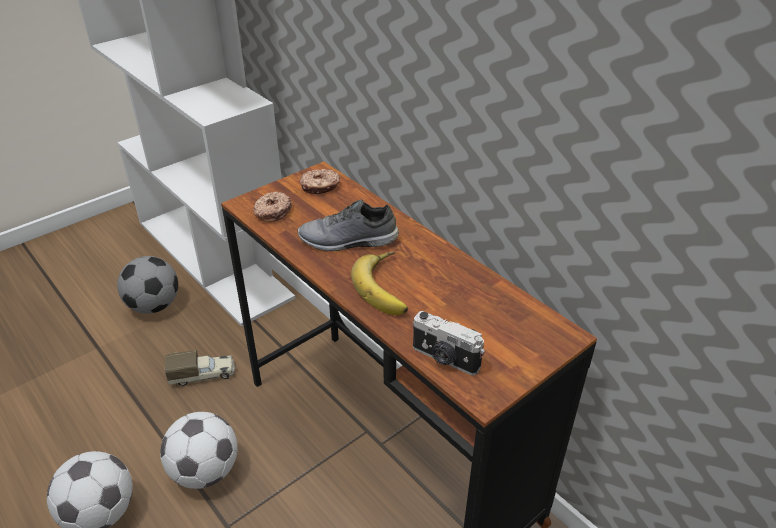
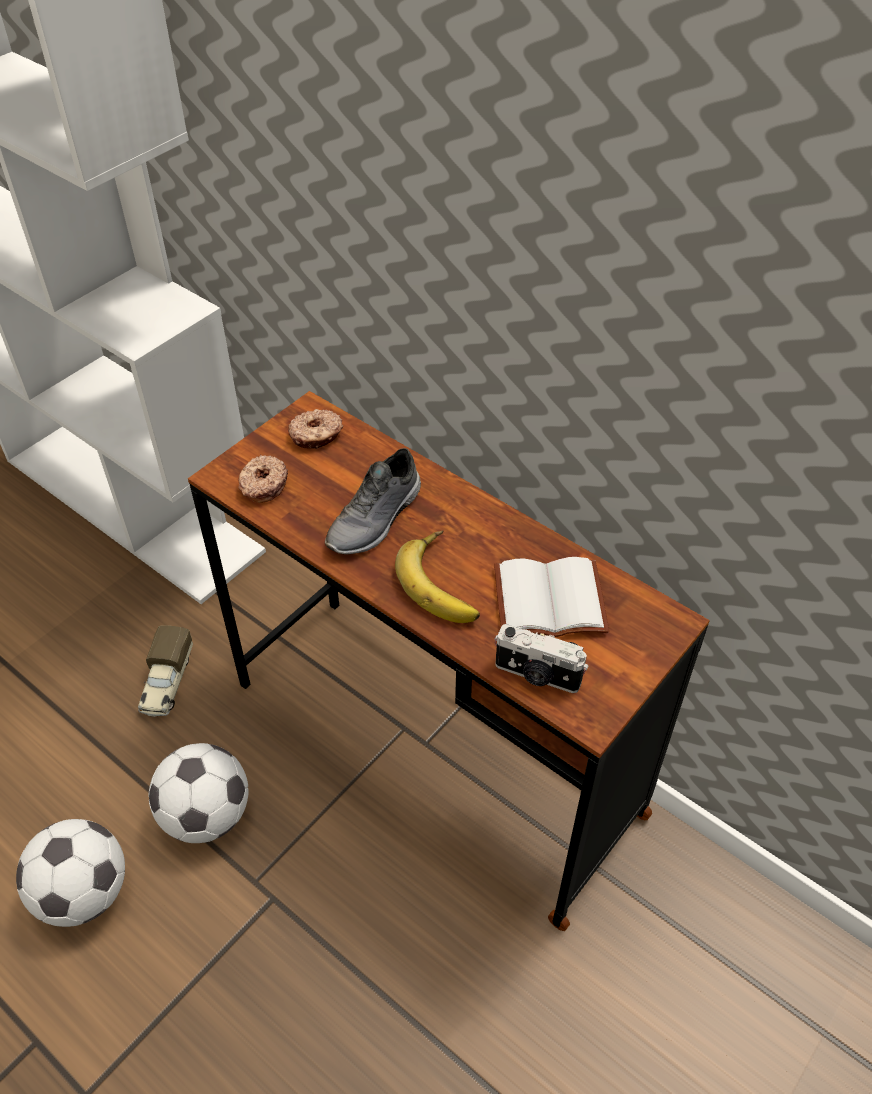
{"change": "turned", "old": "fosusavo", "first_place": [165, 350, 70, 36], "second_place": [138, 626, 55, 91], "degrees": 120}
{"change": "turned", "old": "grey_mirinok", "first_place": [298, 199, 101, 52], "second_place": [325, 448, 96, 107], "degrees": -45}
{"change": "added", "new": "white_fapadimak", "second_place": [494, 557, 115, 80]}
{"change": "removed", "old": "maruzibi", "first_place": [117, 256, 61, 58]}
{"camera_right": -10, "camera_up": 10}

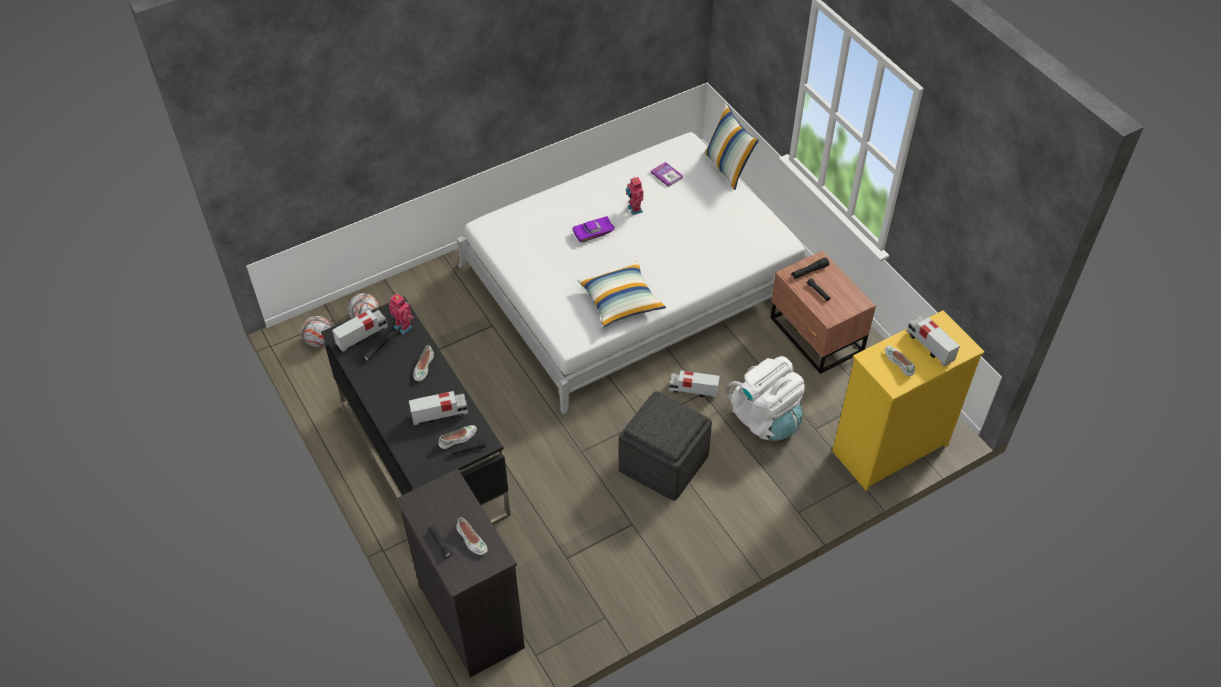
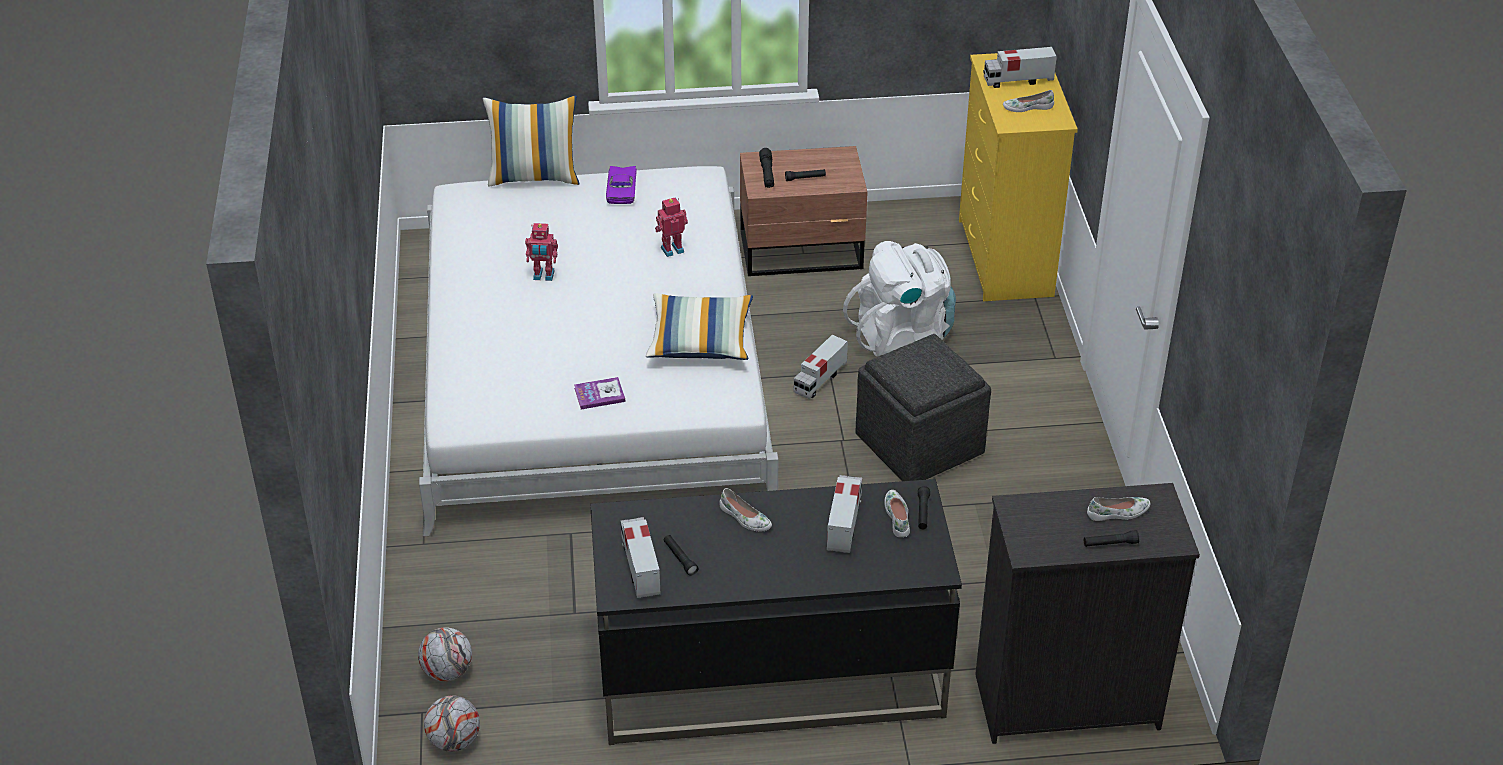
{"change": "moved", "old": "fapadimak", "first_place": [651, 162, 32, 25], "second_place": [574, 377, 51, 32]}
{"change": "moved", "old": "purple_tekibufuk", "first_place": [573, 216, 42, 26], "second_place": [606, 166, 31, 38]}
{"change": "moved", "old": "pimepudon", "first_place": [389, 293, 25, 42], "second_place": [655, 197, 33, 60]}
{"camera_right": -65, "camera_up": -10}

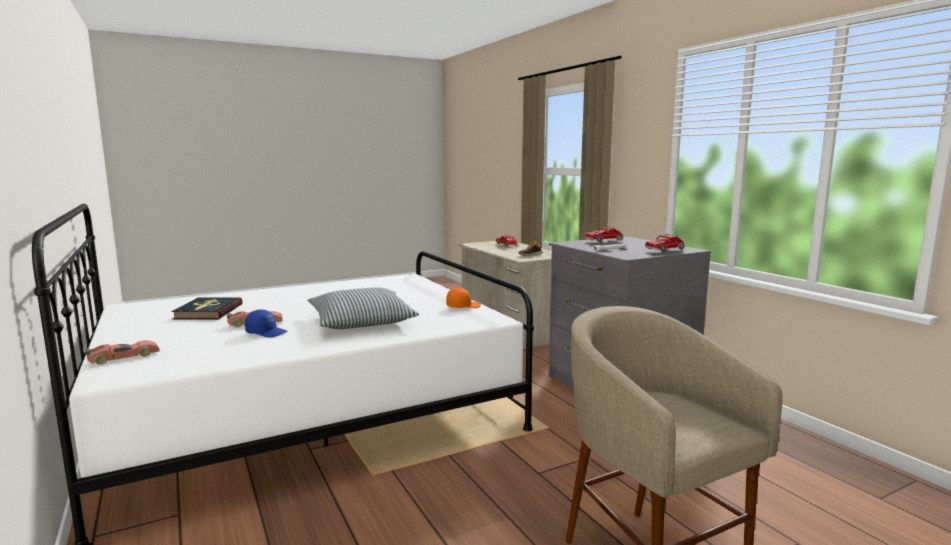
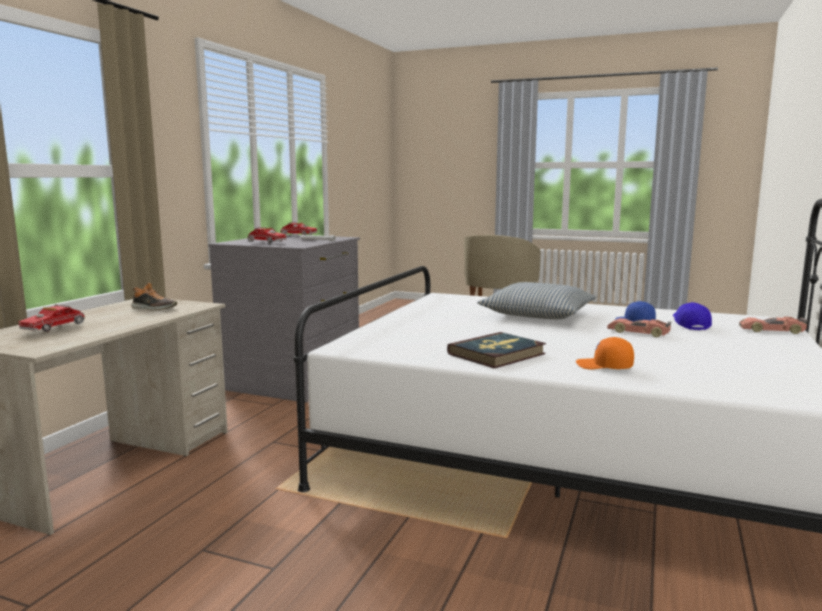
{"change": "moved", "old": "fapadimak", "first_place": [171, 298, 71, 22], "second_place": [447, 332, 99, 36]}
{"change": "moved", "old": "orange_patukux", "first_place": [446, 287, 35, 21], "second_place": [576, 337, 58, 32]}
{"change": "added", "new": "blue_patukux", "second_place": [673, 302, 39, 28]}
{"camera_right": -130, "camera_up": 0}

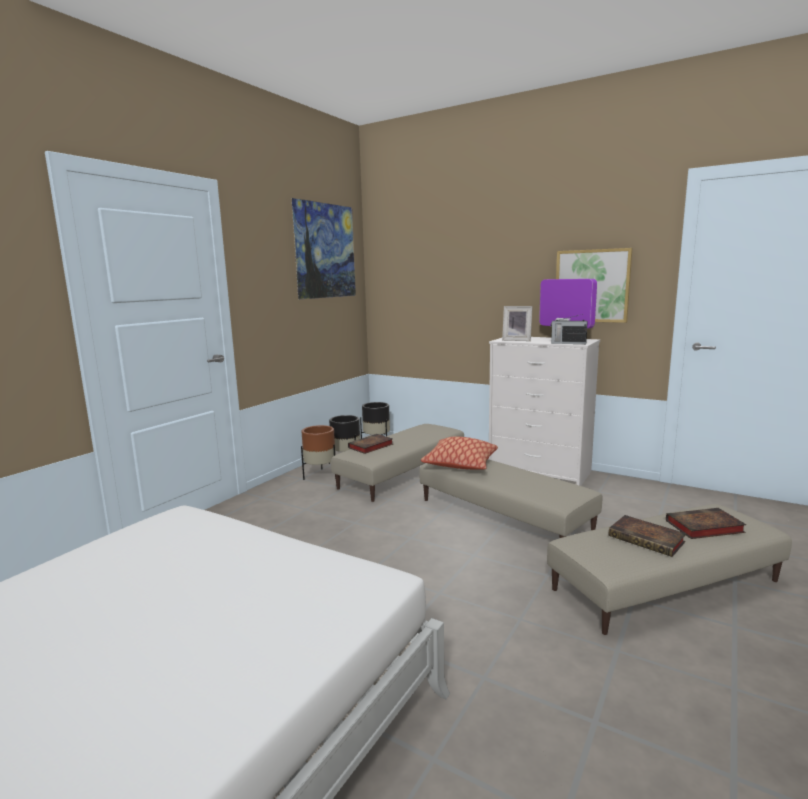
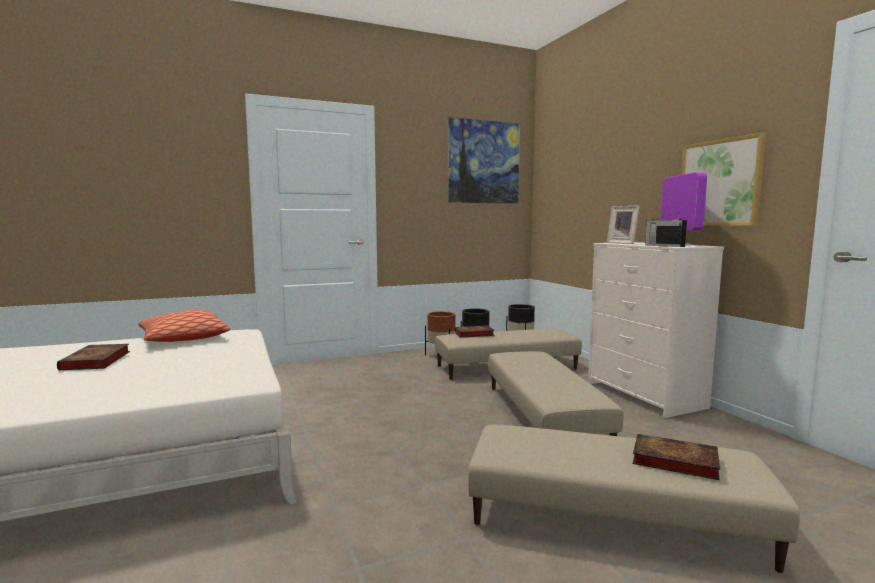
{"change": "moved", "old": "fapadimak", "first_place": [609, 515, 78, 42], "second_place": [57, 344, 73, 26]}
{"change": "moved", "old": "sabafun", "first_place": [421, 437, 77, 33], "second_place": [138, 309, 92, 33]}
{"camera_right": 35, "camera_up": -5}

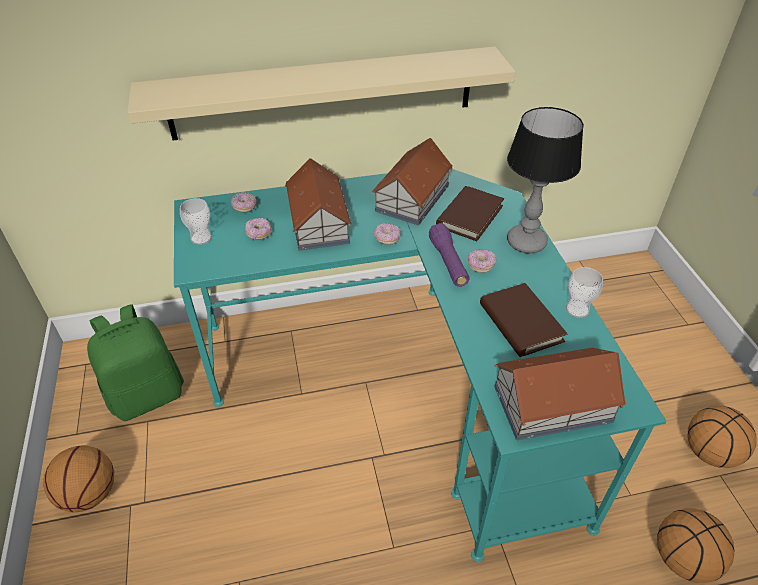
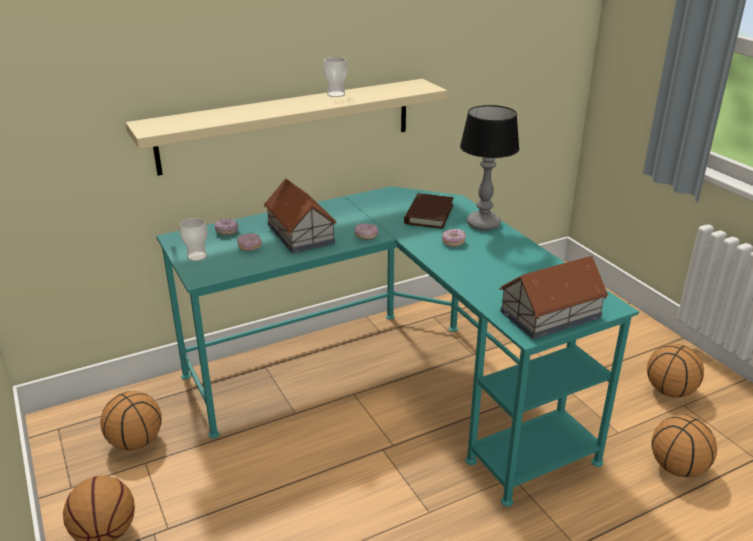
{"change": "replaced", "old": "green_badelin", "new": "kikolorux", "first_place": [87, 304, 97, 117], "second_place": [100, 391, 62, 59]}
{"change": "moved", "old": "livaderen", "first_place": [566, 267, 37, 51], "second_place": [323, 57, 25, 40]}
{"change": "removed", "old": "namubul", "first_place": [372, 138, 81, 87]}
{"change": "removed", "old": "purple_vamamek", "first_place": [429, 223, 40, 64]}
{"change": "removed", "old": "brown_fapadimak", "first_place": [480, 283, 87, 74]}
{"camera_right": -15, "camera_up": -15}

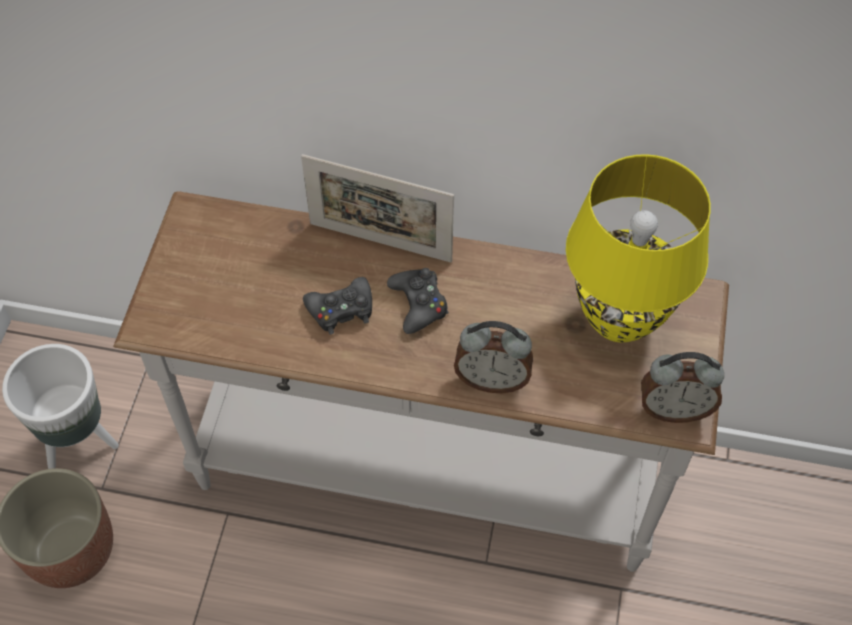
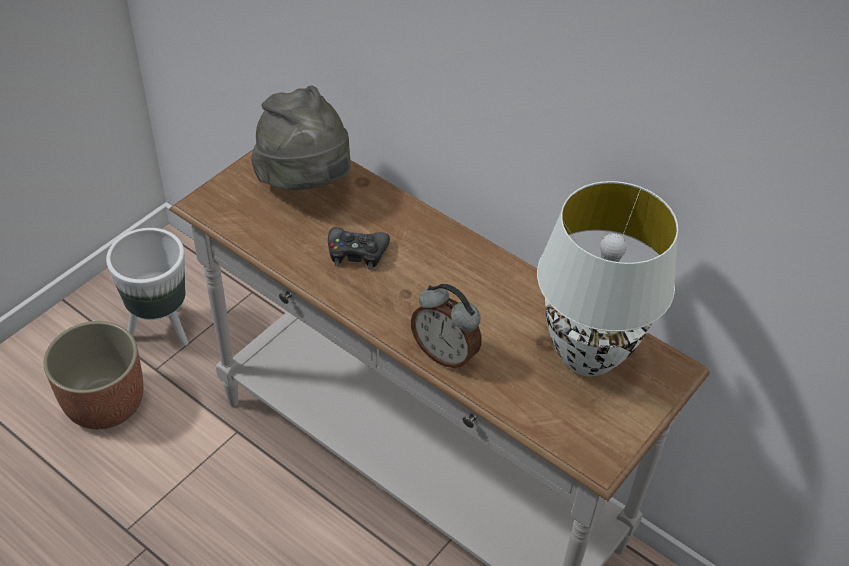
{"change": "added", "new": "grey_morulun", "second_place": [251, 85, 100, 105]}
{"change": "recoloured", "old": "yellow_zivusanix", "new": "white_zivusanix", "first_place": [566, 154, 145, 189], "second_place": [537, 181, 141, 195]}
{"change": "removed", "old": "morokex", "first_place": [301, 154, 153, 109]}
{"change": "removed", "old": "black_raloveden", "first_place": [387, 268, 62, 66]}
{"change": "removed", "old": "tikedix", "first_place": [641, 352, 83, 71]}
{"camera_right": 25, "camera_up": -10}

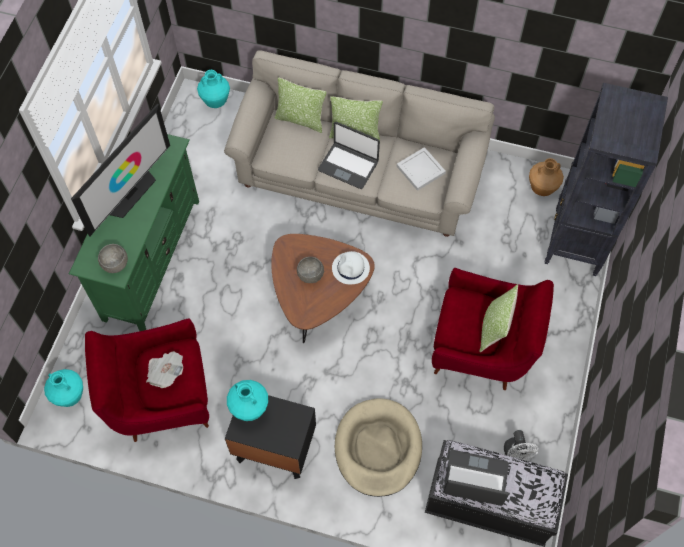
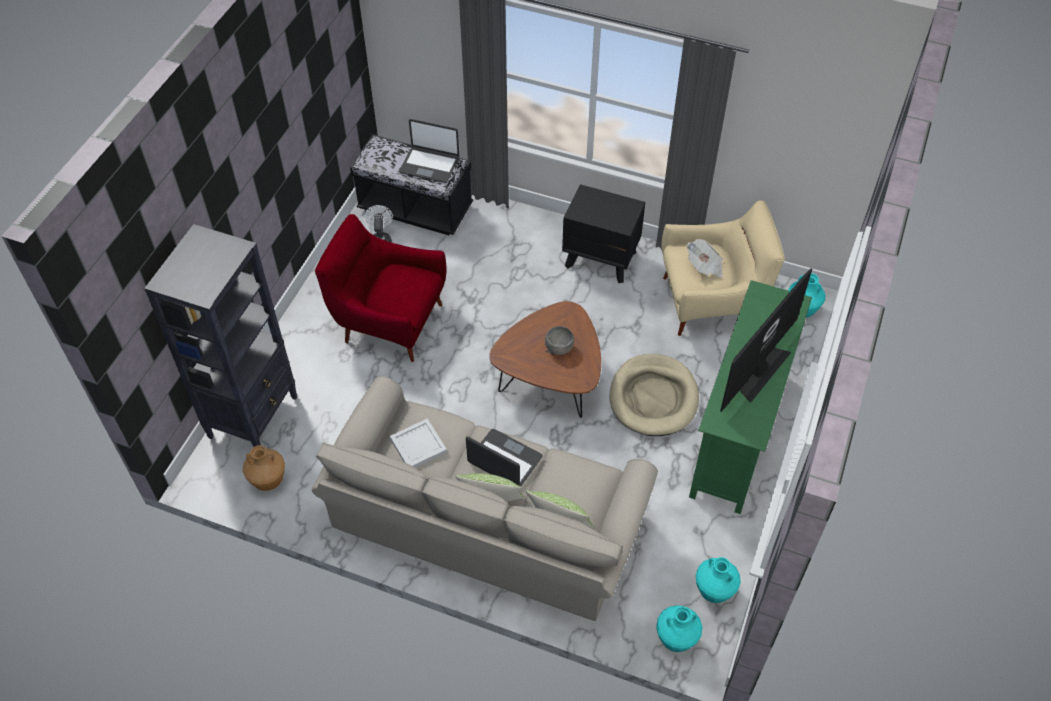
{"change": "moved", "old": "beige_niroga", "first_place": [335, 398, 87, 99], "second_place": [609, 354, 90, 82]}
{"change": "recoloured", "old": "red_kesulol", "new": "beige_kesulol", "first_place": [85, 319, 124, 123], "second_place": [662, 200, 123, 136]}
{"change": "moved", "old": "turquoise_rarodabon", "first_place": [227, 380, 41, 41], "second_place": [696, 557, 45, 46]}
{"change": "removed", "old": "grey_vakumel", "first_place": [98, 244, 30, 29]}
{"change": "removed", "old": "white_morulun", "first_place": [332, 251, 38, 33]}
{"change": "removed", "old": "sabafun", "first_place": [479, 284, 39, 68]}
{"camera_right": -175, "camera_up": -10}

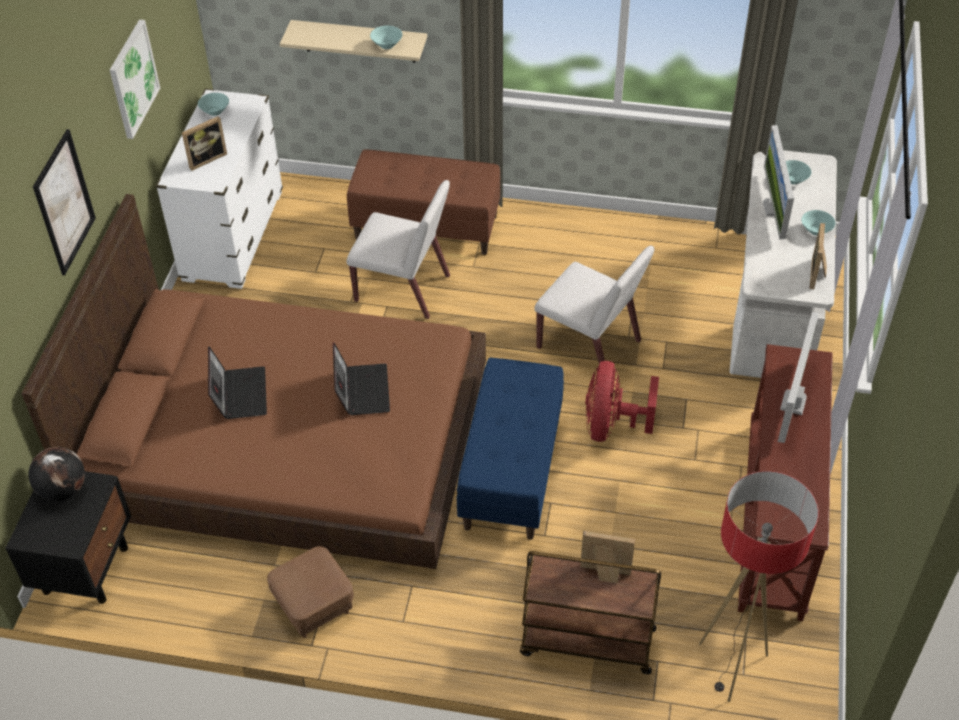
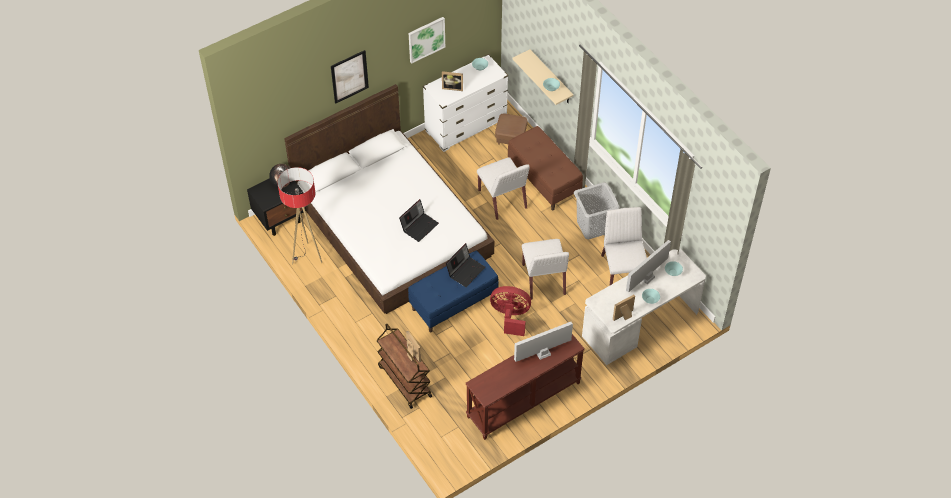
{"change": "moved", "old": "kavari", "first_place": [699, 471, 119, 231], "second_place": [278, 167, 44, 98]}
{"change": "recoloured", "old": "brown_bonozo", "new": "white_bonozo", "first_place": [22, 194, 464, 375], "second_place": [284, 84, 210, 230]}
{"change": "moved", "old": "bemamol", "first_place": [208, 346, 59, 73], "second_place": [446, 243, 39, 44]}
{"change": "turned", "old": "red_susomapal", "first_place": [585, 361, 74, 81], "second_place": [490, 286, 41, 50], "degrees": 45}
{"change": "moved", "old": "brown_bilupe", "first_place": [267, 546, 87, 92], "second_place": [495, 113, 32, 32]}
{"change": "added", "new": "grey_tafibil", "second_place": [574, 182, 45, 57]}
{"change": "added", "new": "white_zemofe", "second_place": [601, 207, 46, 79]}
{"camera_right": 45, "camera_up": 5}

